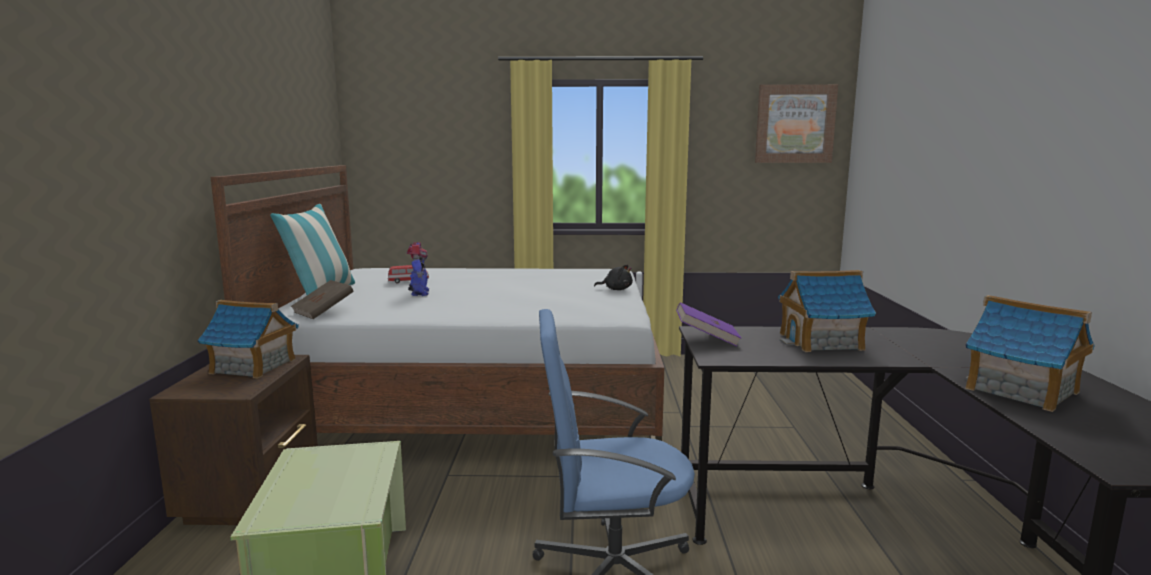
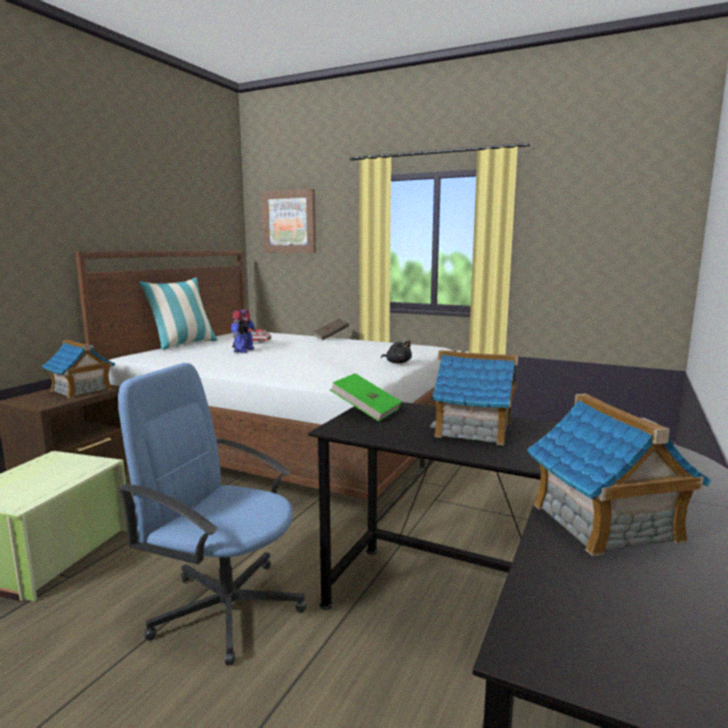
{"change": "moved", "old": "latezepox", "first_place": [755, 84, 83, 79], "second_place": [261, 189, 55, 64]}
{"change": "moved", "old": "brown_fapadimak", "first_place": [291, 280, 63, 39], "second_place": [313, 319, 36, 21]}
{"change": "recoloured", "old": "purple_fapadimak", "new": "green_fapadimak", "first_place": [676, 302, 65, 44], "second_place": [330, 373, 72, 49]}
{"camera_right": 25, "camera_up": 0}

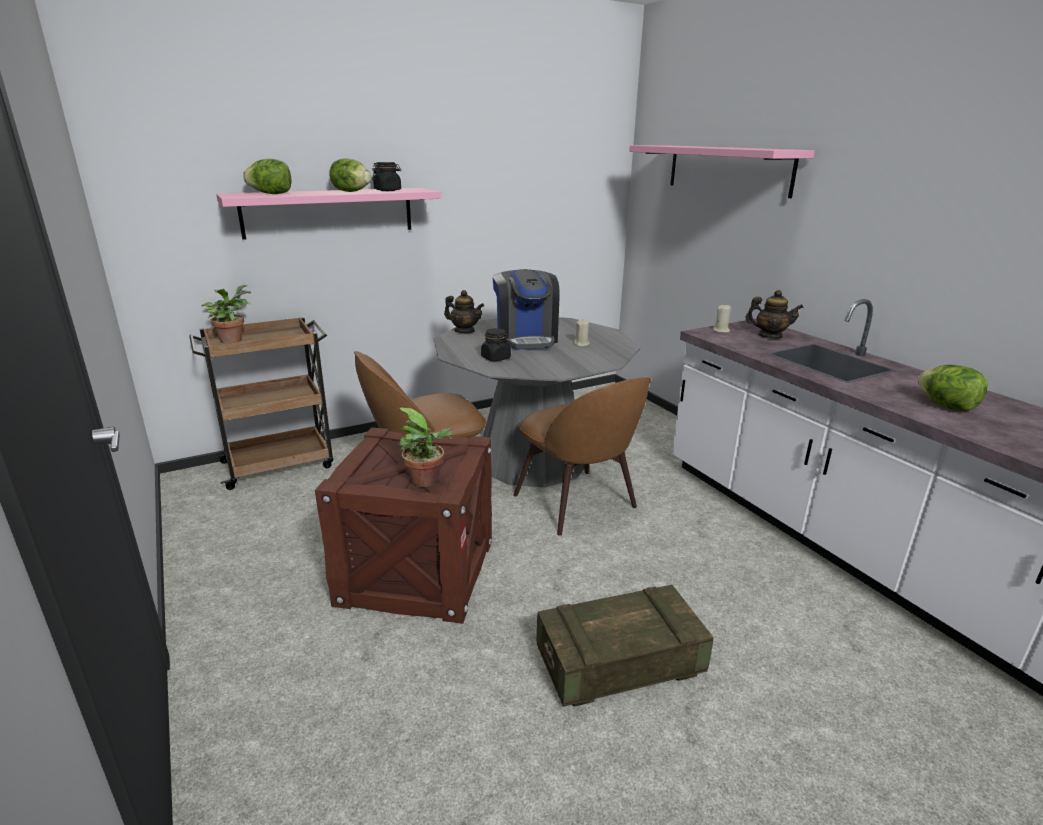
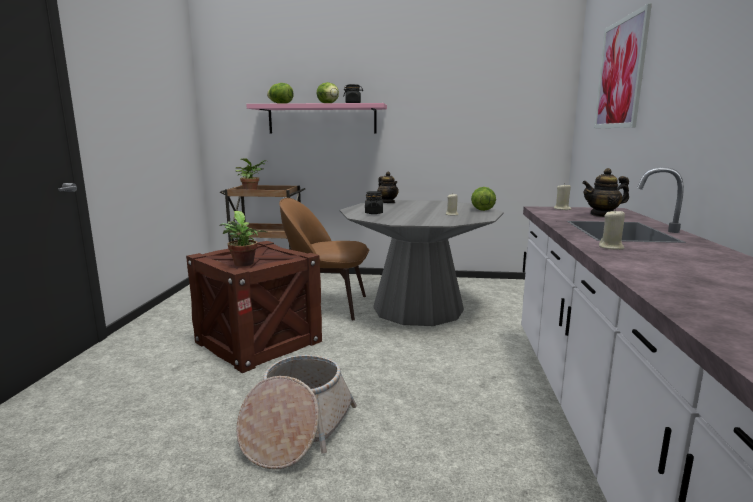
{"change": "replaced", "old": "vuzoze", "new": "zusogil", "first_place": [536, 585, 178, 122], "second_place": [236, 355, 121, 115]}
{"change": "moved", "old": "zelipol", "first_place": [918, 365, 70, 46], "second_place": [471, 187, 25, 24]}
{"change": "turned", "old": "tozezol", "first_place": [745, 290, 59, 49], "second_place": [582, 168, 47, 49], "degrees": 120}
{"change": "replaced", "old": "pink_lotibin", "new": "latezepox", "first_place": [629, 145, 186, 53], "second_place": [594, 3, 58, 125]}
{"change": "added", "new": "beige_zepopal", "second_place": [599, 209, 26, 41]}
{"change": "removed", "old": "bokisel", "first_place": [492, 269, 68, 81]}
{"change": "removed", "old": "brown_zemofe", "first_place": [513, 377, 138, 159]}
{"camera_right": 35, "camera_up": -10}

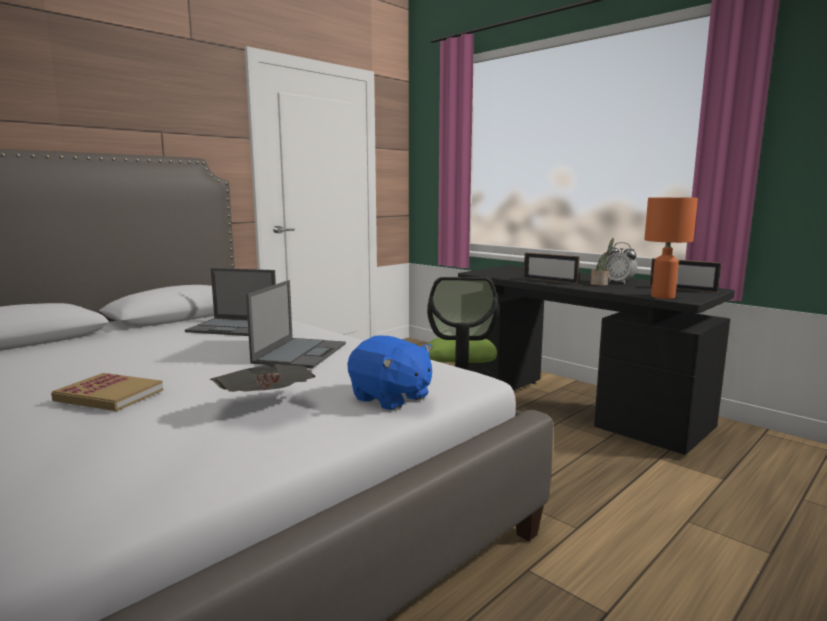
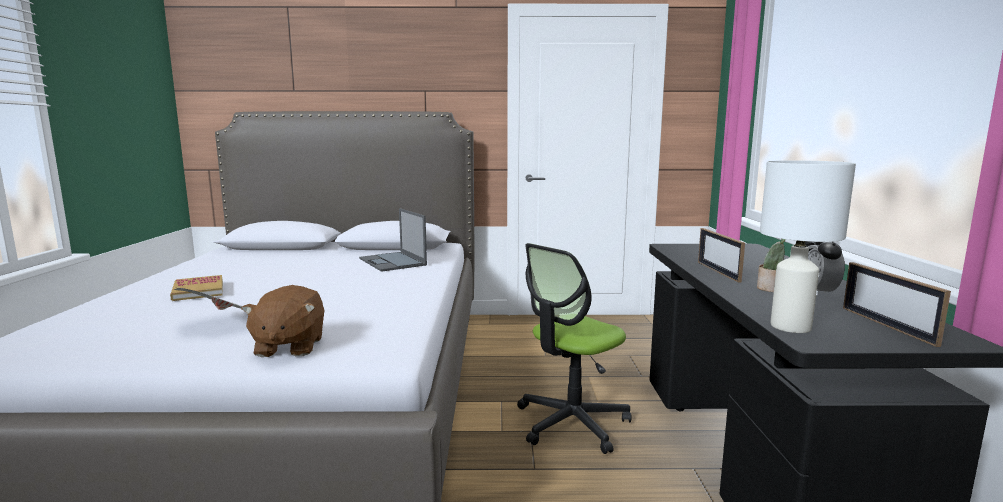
{"change": "recoloured", "old": "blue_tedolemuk", "new": "brown_tedolemuk", "first_place": [347, 336, 86, 75], "second_place": [241, 285, 83, 72]}
{"change": "recoloured", "old": "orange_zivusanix", "new": "white_zivusanix", "first_place": [644, 197, 54, 102], "second_place": [760, 160, 96, 173]}
{"change": "removed", "old": "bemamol", "first_place": [246, 280, 100, 89]}
{"camera_right": 45, "camera_up": 0}

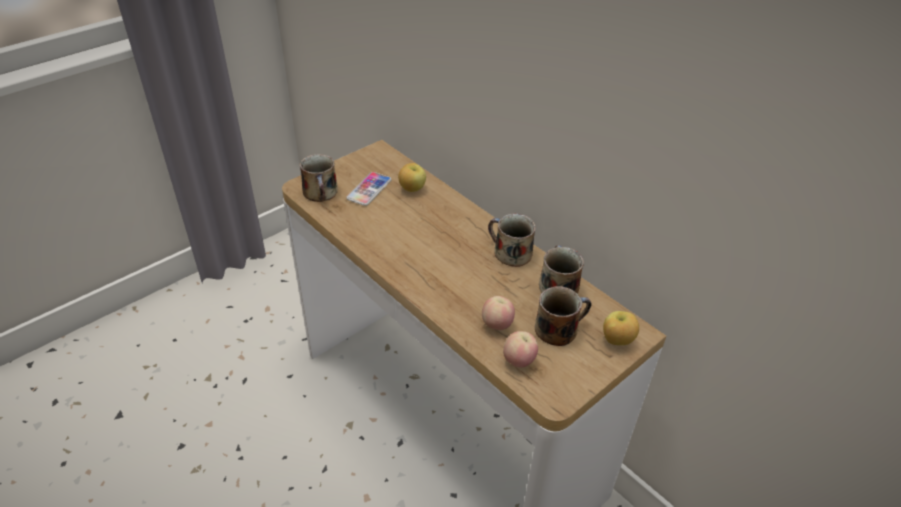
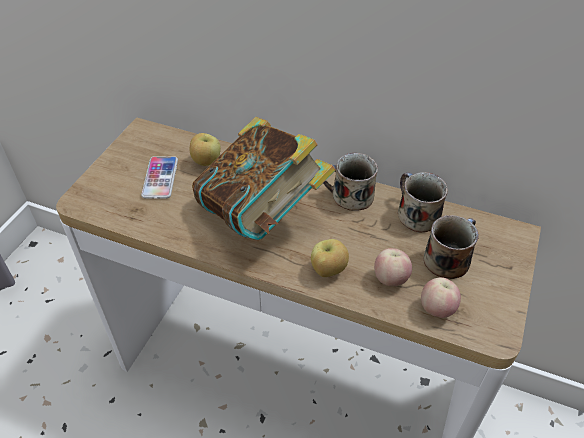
{"change": "added", "new": "fapadimak", "second_place": [192, 117, 144, 123]}
{"change": "moved", "old": "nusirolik", "first_place": [603, 311, 36, 34], "second_place": [311, 239, 38, 38]}
{"change": "removed", "old": "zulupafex", "first_place": [300, 154, 38, 48]}
{"camera_right": -25, "camera_up": 5}

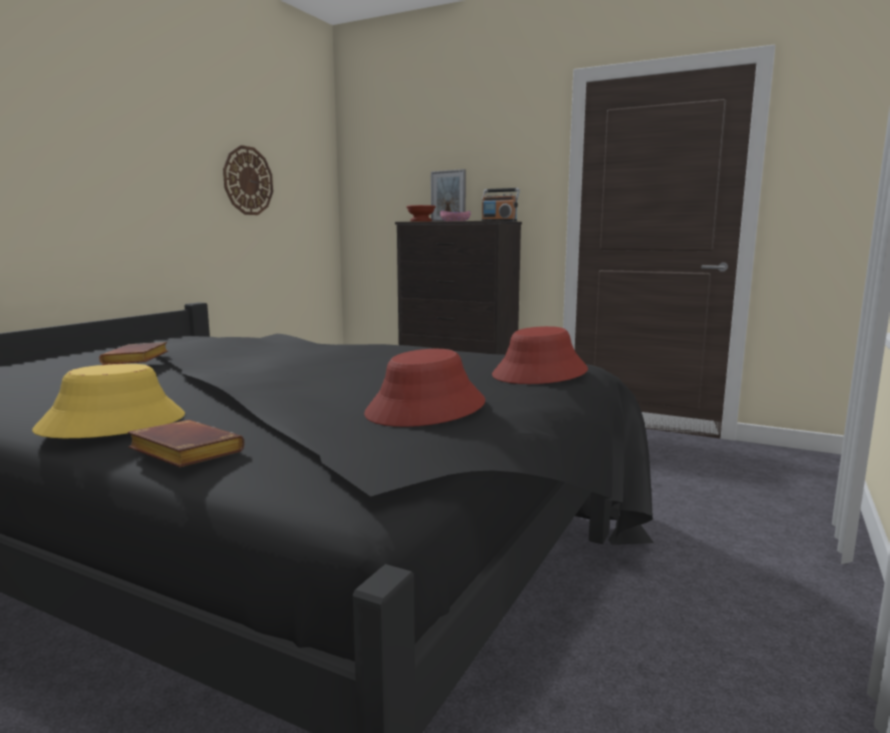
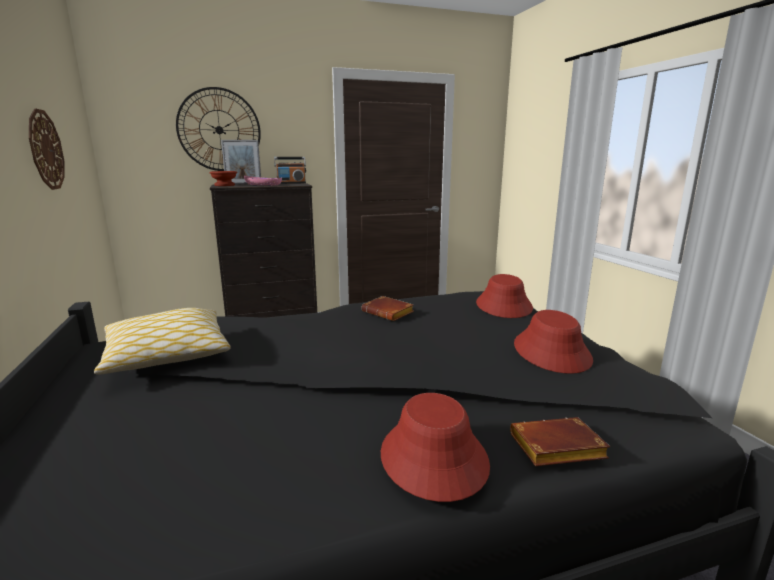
{"change": "added", "new": "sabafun", "second_place": [94, 308, 137, 67]}
{"change": "added", "new": "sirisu", "second_place": [176, 87, 85, 84]}
{"change": "moved", "old": "brown_fapadimak", "first_place": [99, 342, 69, 23], "second_place": [361, 296, 53, 25]}
{"change": "recoloured", "old": "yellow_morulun", "new": "red_morulun", "first_place": [32, 364, 153, 74], "second_place": [381, 393, 109, 109]}
{"camera_right": -45, "camera_up": 5}

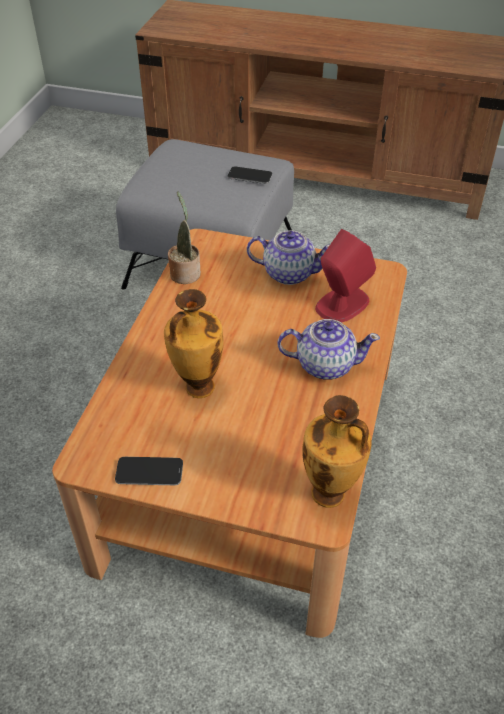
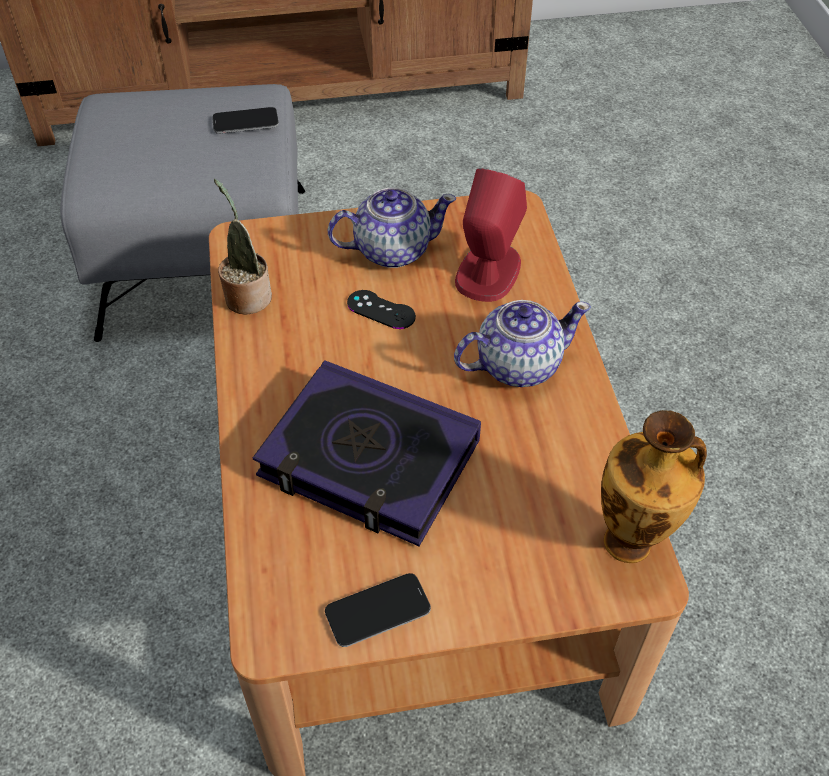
{"change": "replaced", "old": "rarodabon", "new": "fapadimak", "first_place": [164, 289, 60, 109], "second_place": [253, 360, 228, 186]}
{"change": "added", "new": "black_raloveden", "second_place": [347, 290, 69, 39]}
{"camera_right": -25, "camera_up": 5}

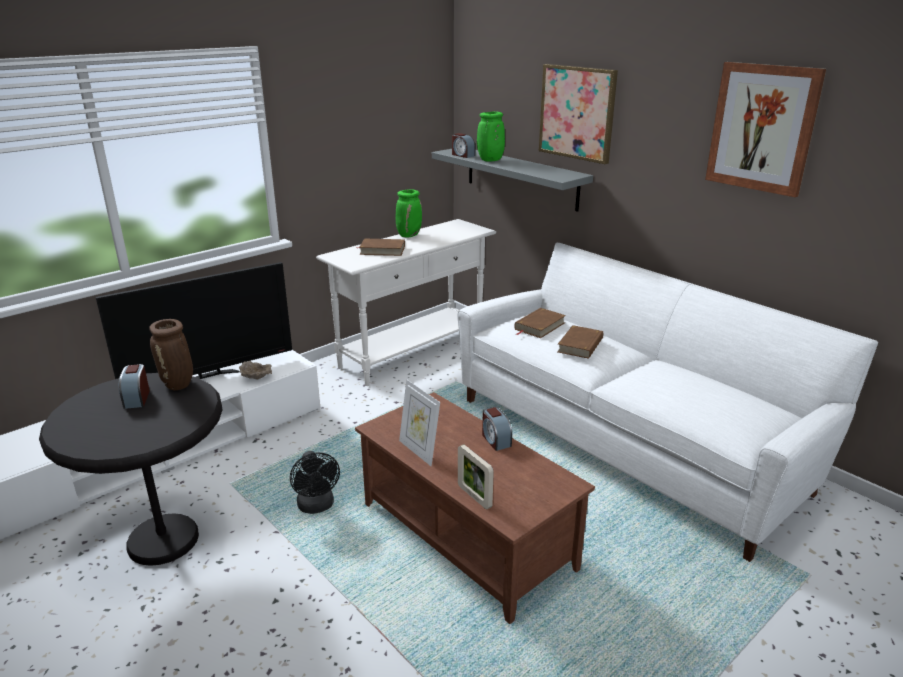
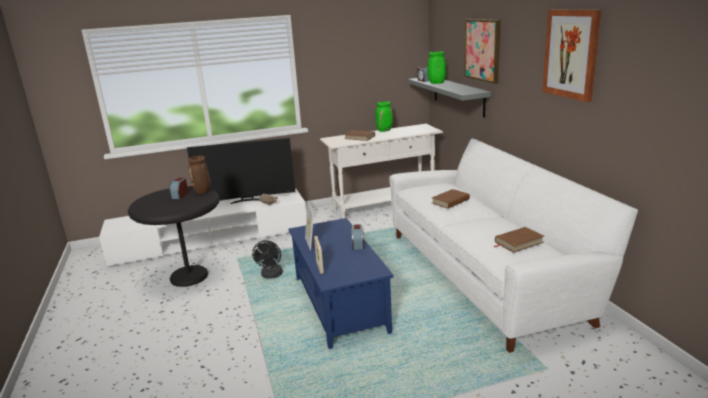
{"change": "recoloured", "old": "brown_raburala", "new": "blue_raburala", "first_place": [355, 392, 240, 232], "second_place": [289, 218, 105, 131]}
{"change": "moved", "old": "brown_fapadimak", "first_place": [515, 308, 51, 30], "second_place": [493, 227, 51, 26]}
{"camera_right": 25, "camera_up": -5}

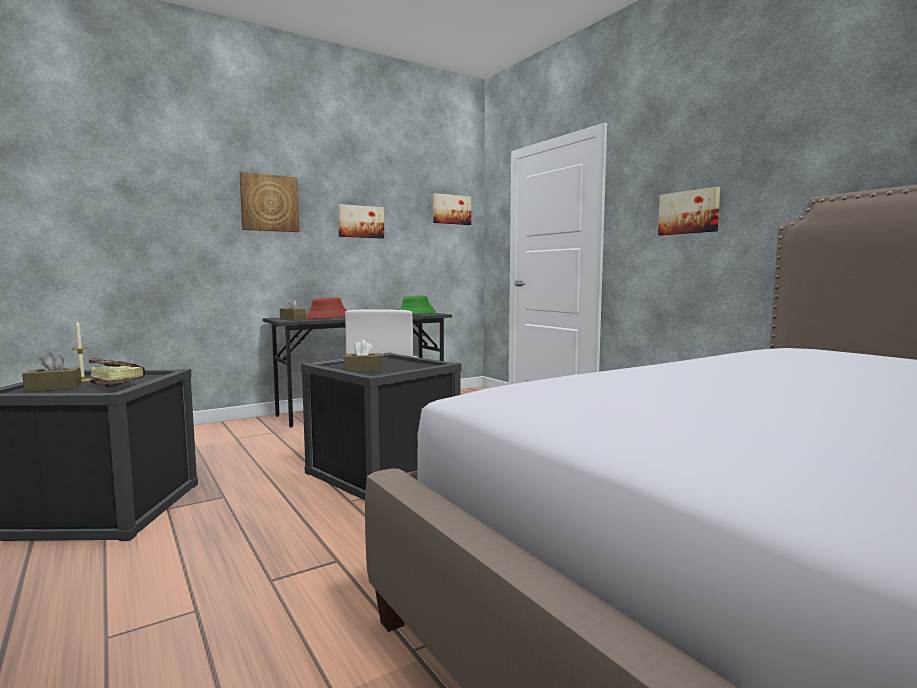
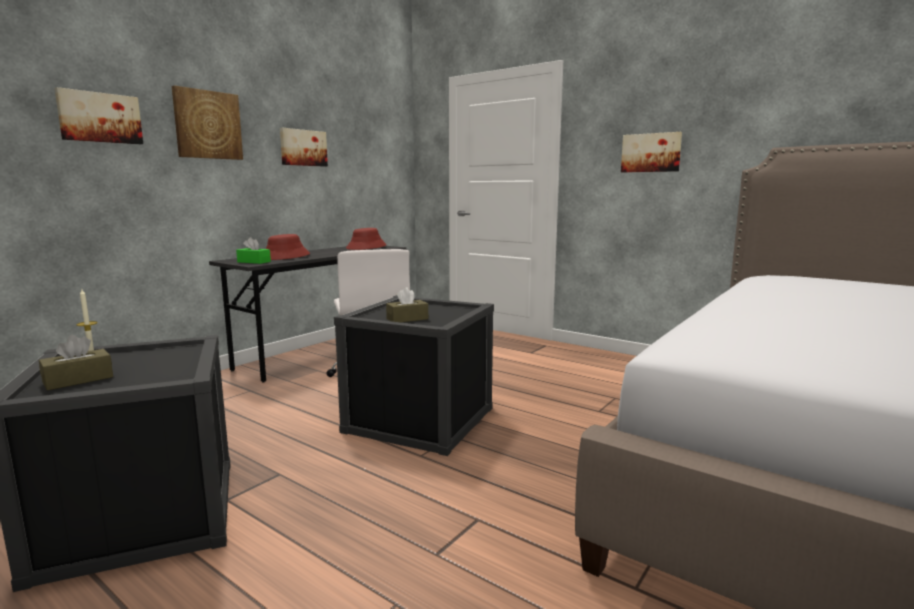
{"change": "moved", "old": "latezepox", "first_place": [433, 193, 38, 32], "second_place": [54, 87, 89, 57]}
{"change": "recoloured", "old": "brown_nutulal", "new": "green_nutulal", "first_place": [280, 298, 26, 23], "second_place": [236, 237, 35, 27]}
{"change": "recoloured", "old": "green_morulun", "new": "red_morulun", "first_place": [399, 295, 37, 20], "second_place": [346, 228, 41, 22]}
{"change": "removed", "old": "fapadimak", "first_place": [89, 358, 56, 30]}
{"camera_right": -20, "camera_up": 5}

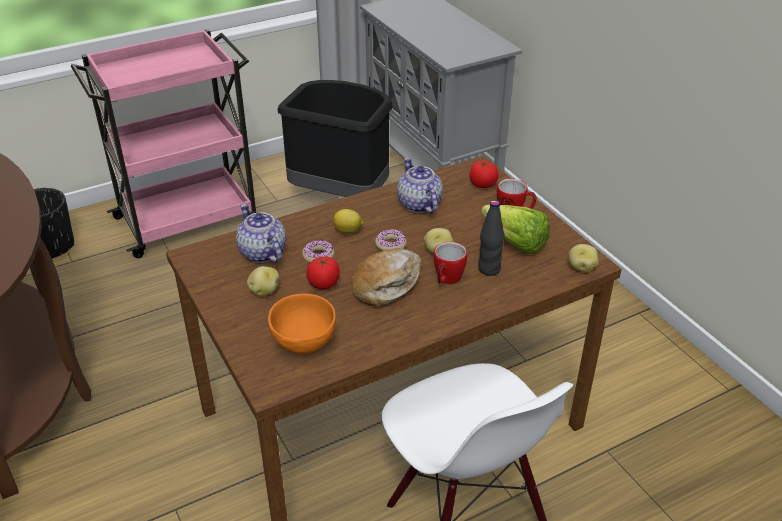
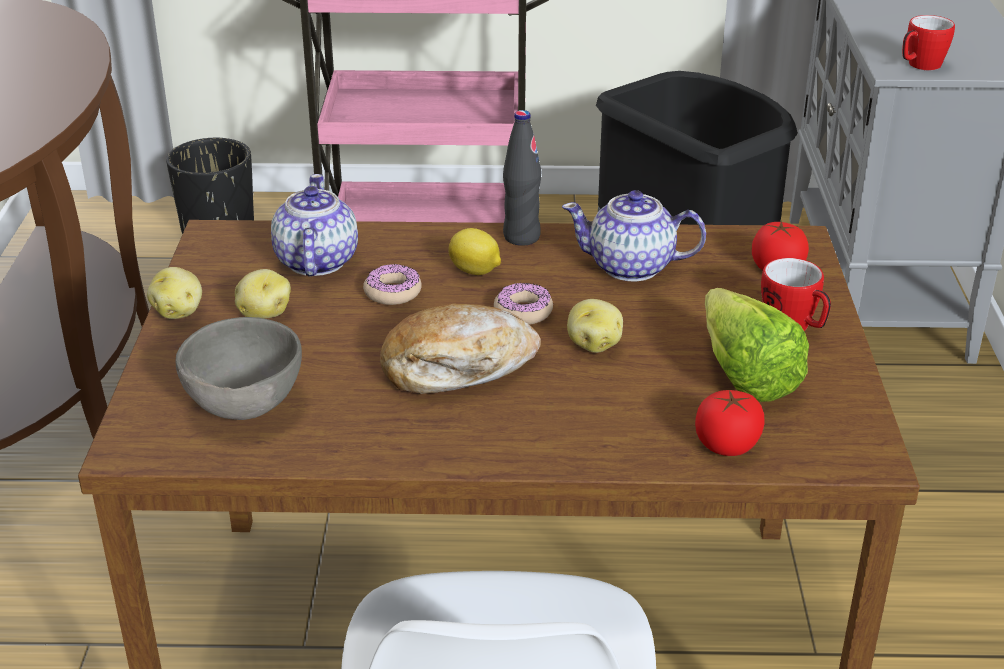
{"change": "moved", "old": "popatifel", "first_place": [568, 244, 31, 28], "second_place": [147, 267, 55, 52]}
{"change": "recoloured", "old": "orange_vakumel", "new": "grey_vakumel", "first_place": [268, 294, 68, 60], "second_place": [176, 317, 126, 103]}
{"change": "moved", "old": "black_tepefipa", "first_place": [478, 200, 26, 76], "second_place": [503, 110, 38, 136]}
{"change": "turned", "old": "tozezol", "first_place": [397, 158, 46, 55], "second_place": [562, 190, 144, 91], "degrees": -90}
{"change": "moved", "old": "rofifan", "first_place": [306, 257, 34, 32], "second_place": [695, 390, 69, 66]}
{"change": "moved", "old": "zulupafex", "first_place": [434, 242, 33, 42], "second_place": [902, 15, 53, 55]}
{"camera_right": 30, "camera_up": -5}

